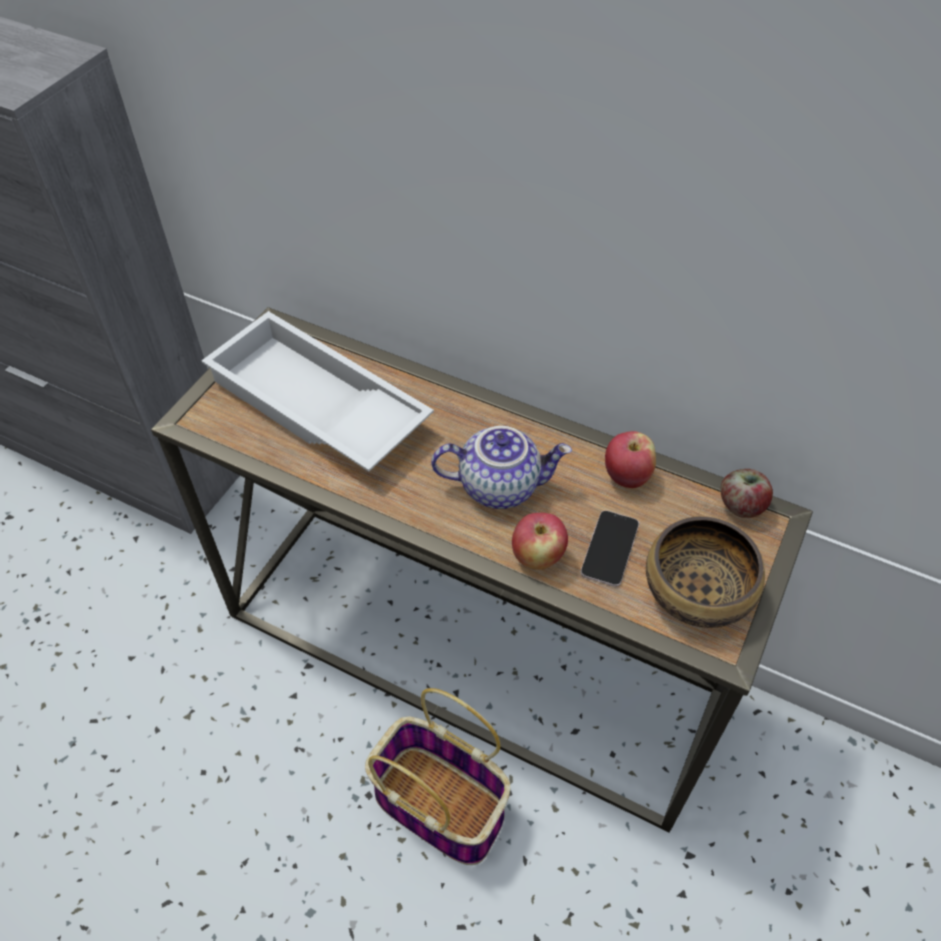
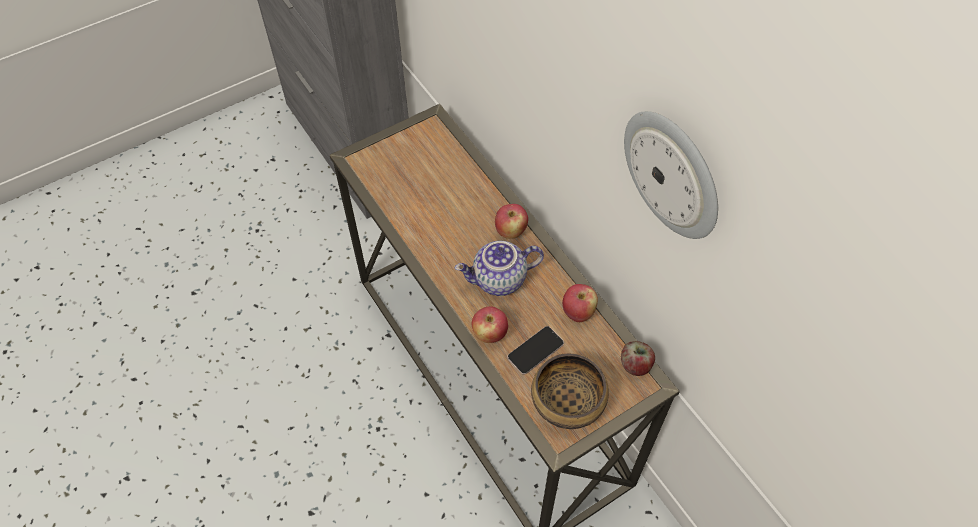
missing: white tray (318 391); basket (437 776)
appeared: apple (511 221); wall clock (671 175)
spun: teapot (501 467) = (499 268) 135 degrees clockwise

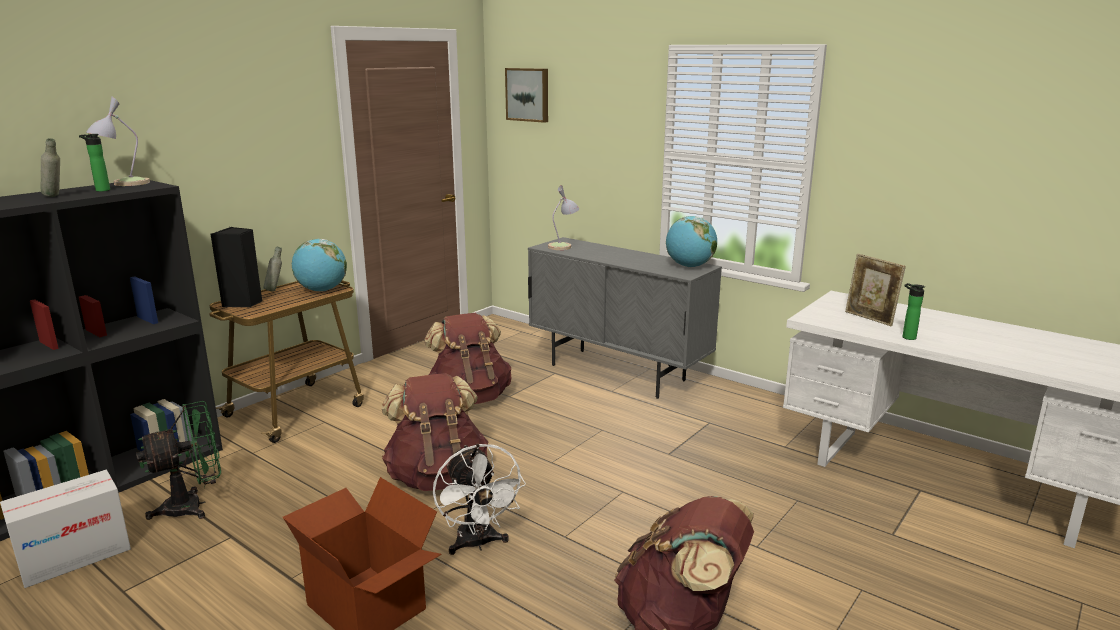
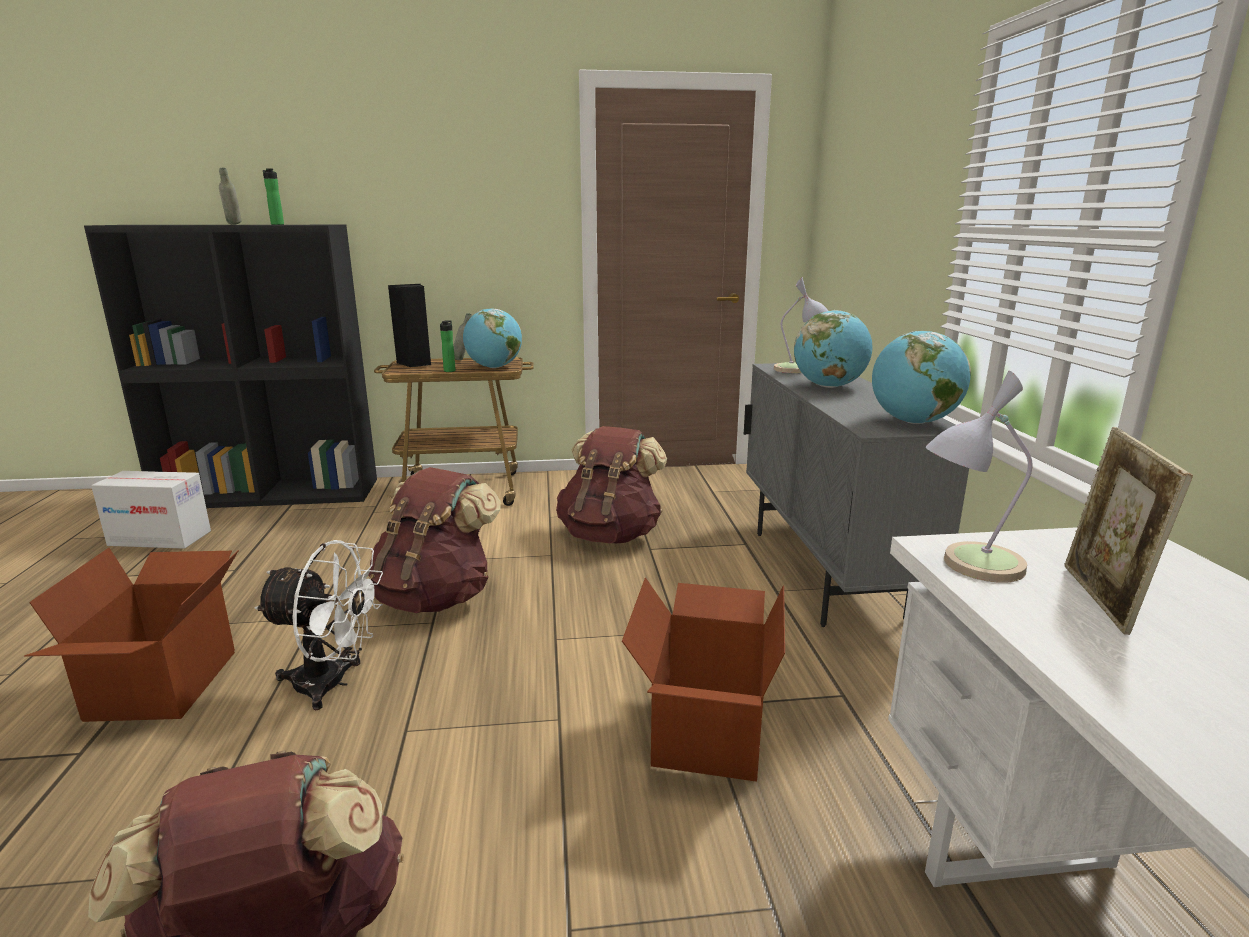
missing: green fan (178 460); picture (526 95)
appeared: cardboard box (703 680); globe (833 349)
relocated: bottle (913 311) to (448 346); table lamp (118 141) to (979 477)
spun: white fan (479 499) = (318 625) 105 degrees counterclockwise

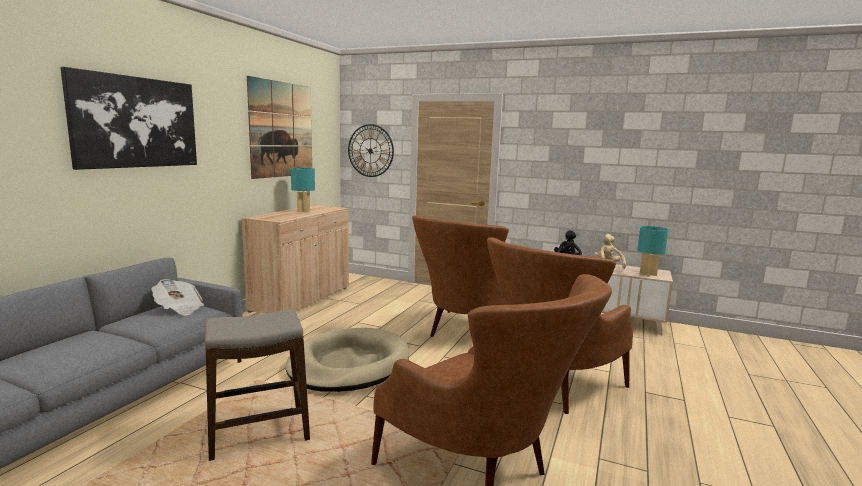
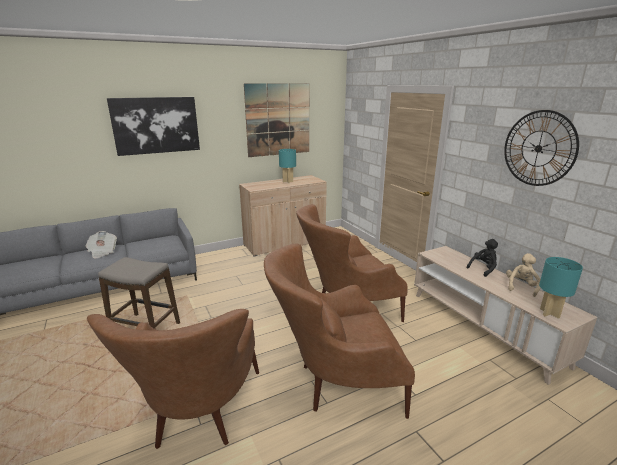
missing: beige dog bed (347 360)
relocated: newspaper (177 297) to (101 244); wall clock (371 150) to (541 148)

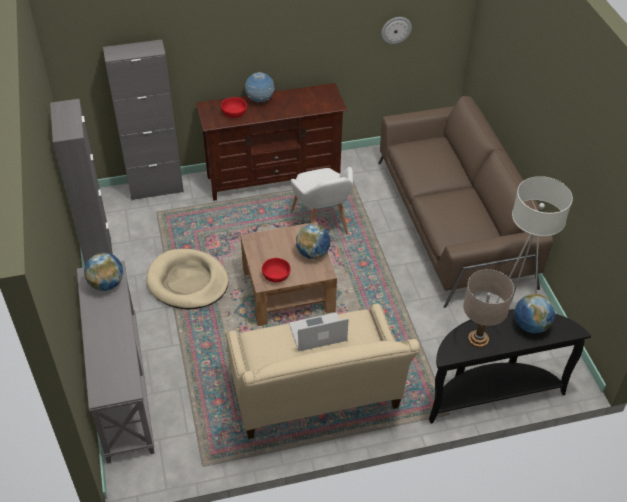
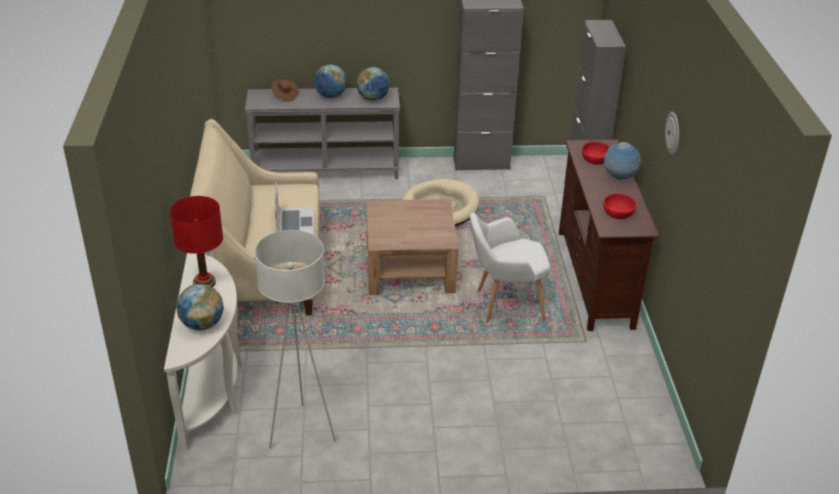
missing: brown sofa (465 202)
appeared: brown hat (284 90)
relocated: globe (313 241) to (330 81); red bowl (276 270) to (620 206); wall clock (396 30) to (672 133)
colour: black console table (510 366) to white console table (203 352); beige table lamp (488 308) to red table lamp (196 241)

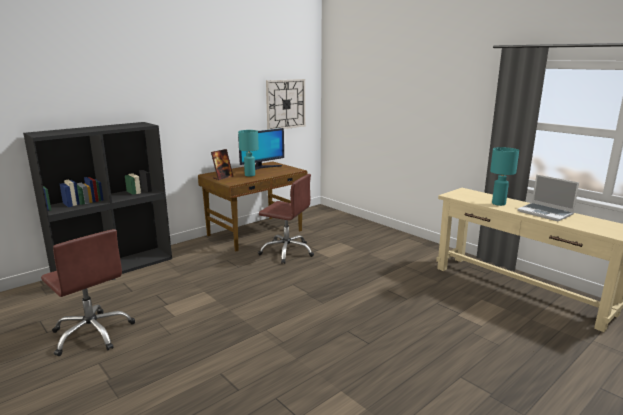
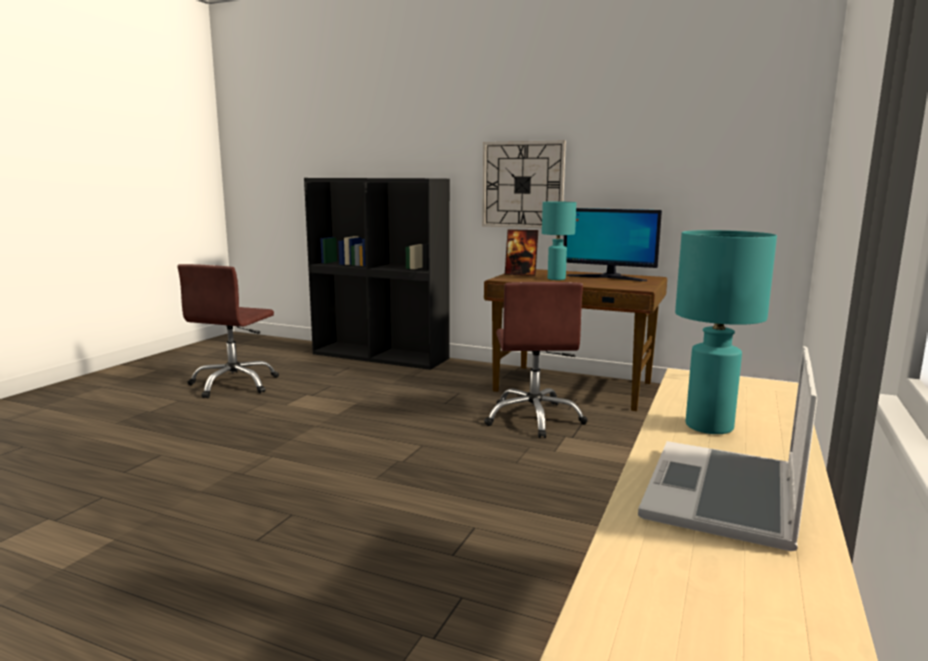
relocated: wall clock (285 104) to (524 184)

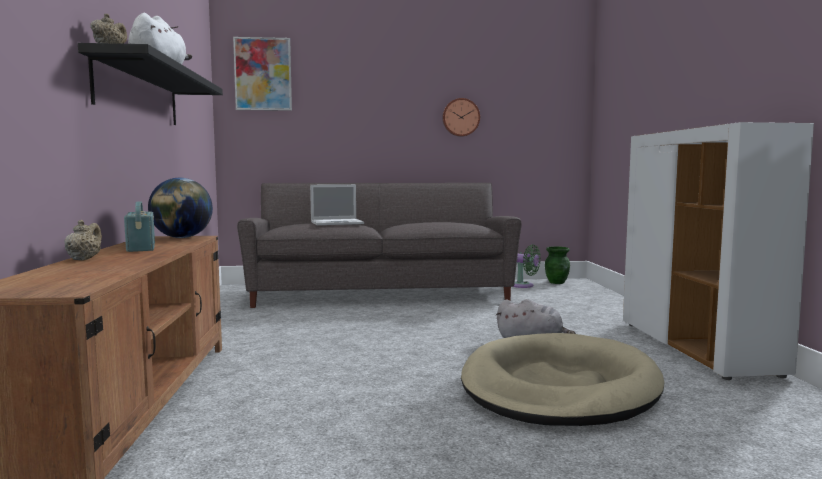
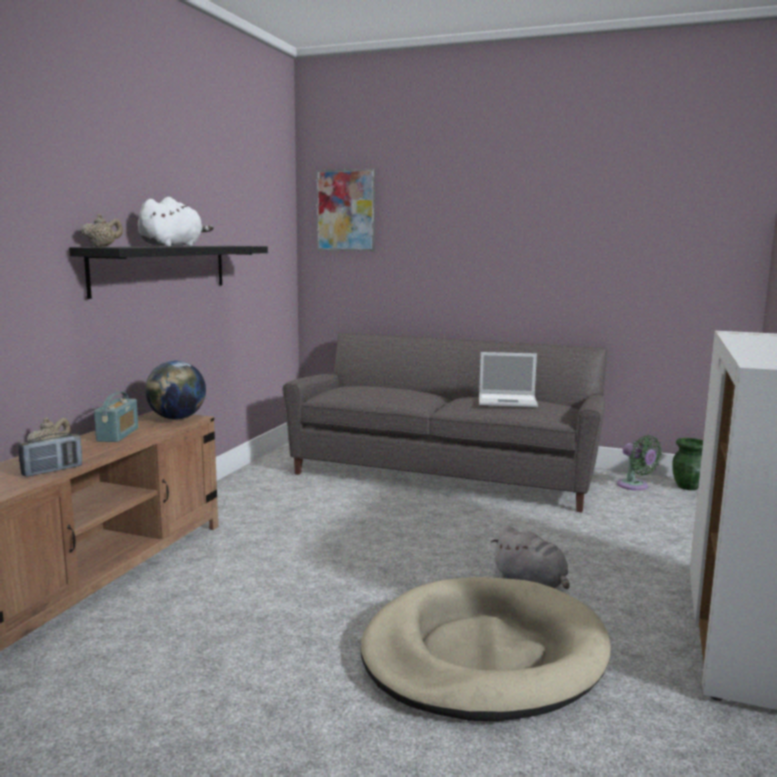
missing: wall clock (461 117)
appeared: radio (50 455)
relocated: laptop (337 204) to (508 379)

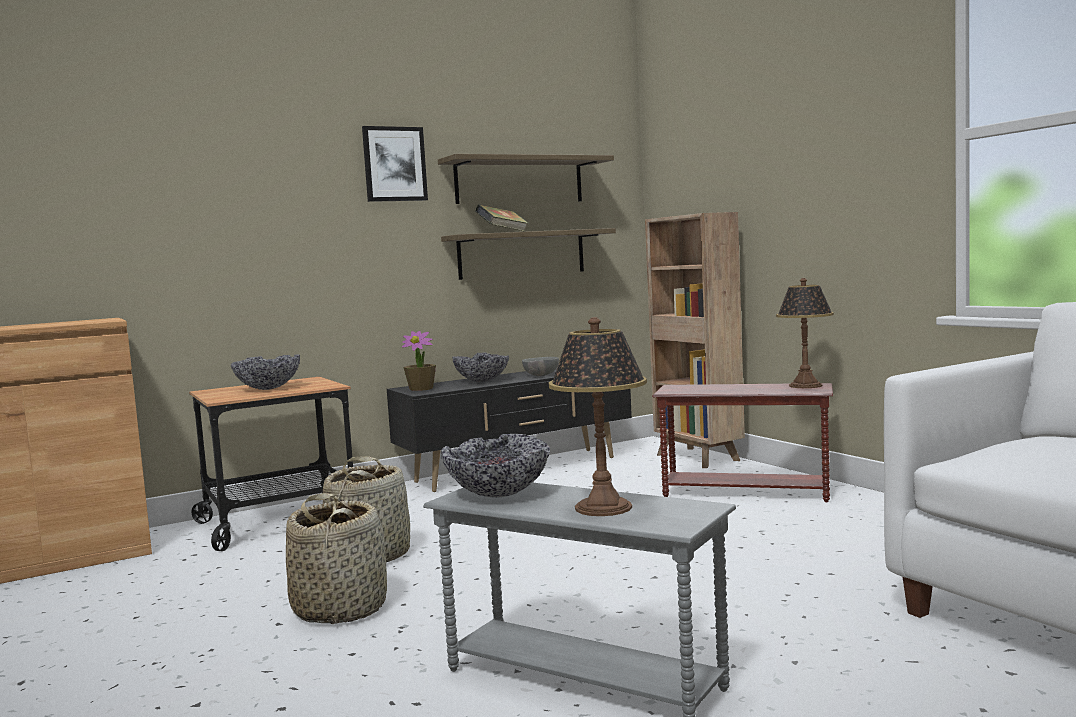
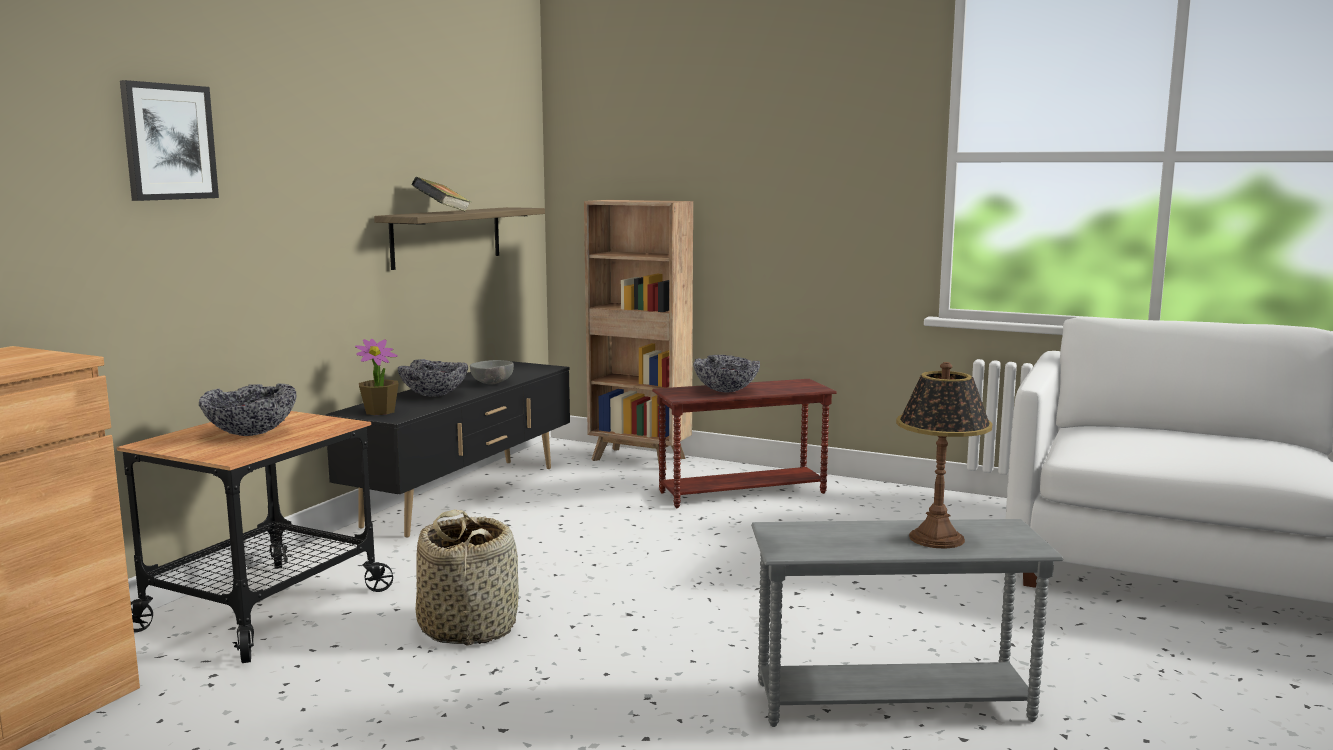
missing: basket (336 558); shelf (526 179); table lamp (805 333)
relocated: picture (395 164) to (169 140); bowl (495 465) to (726 374)

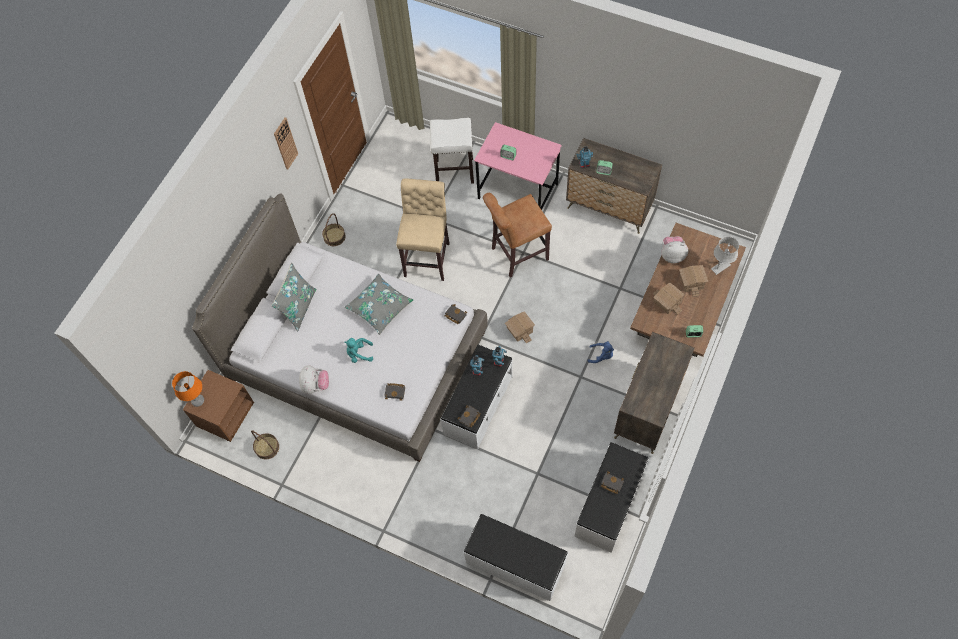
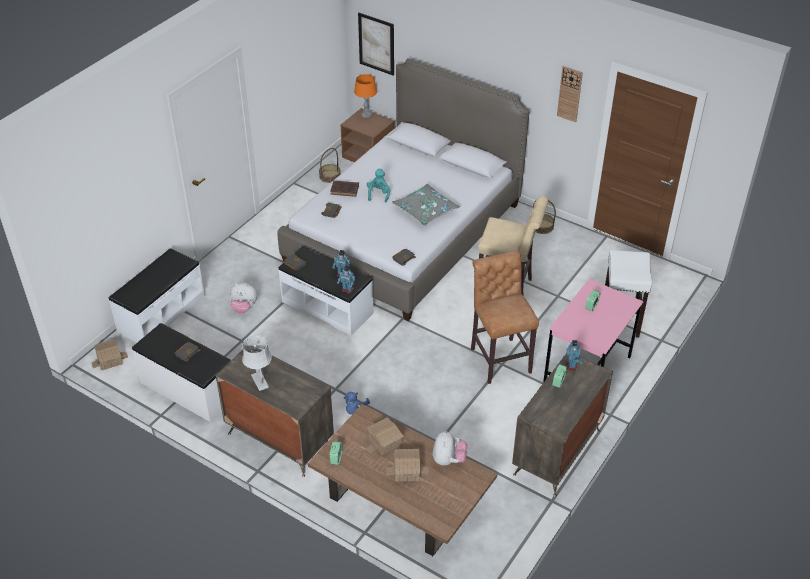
missing: grey pillow (293 297)
appeared: brown book (344 189); picture (376 44)
relocated: toy house (520 327) to (110 354); plush toy (314 379) to (243 298); grey table lamp (725 255) to (257 363)

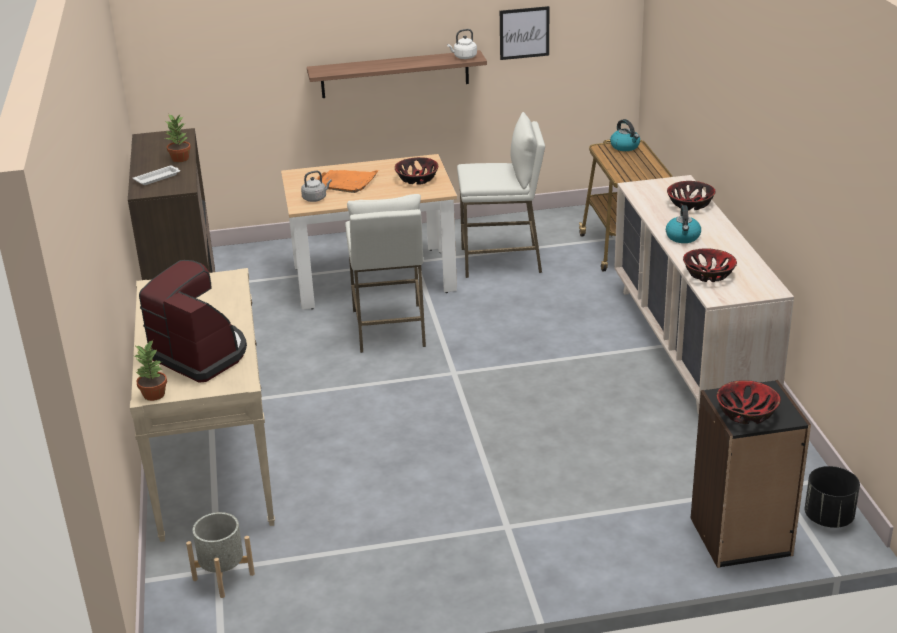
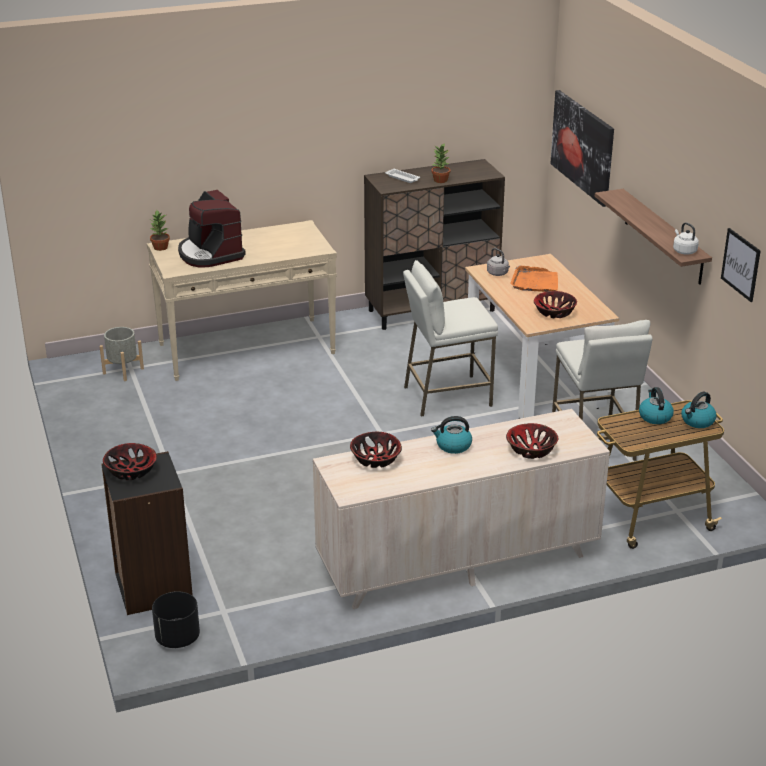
appeared: picture (582 148); kettle (656 405)
spun: coffee machine (193 321) = (212 229) 120 degrees clockwise

